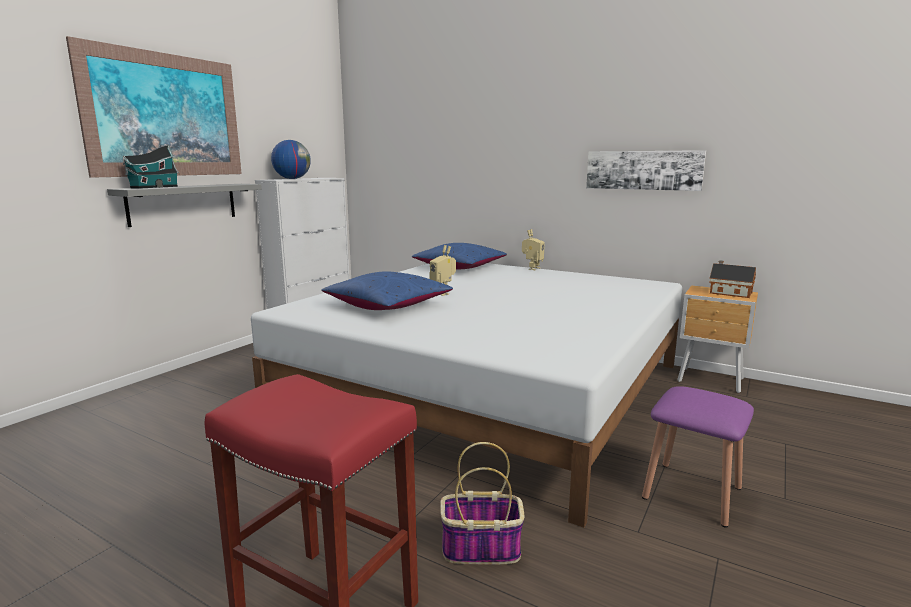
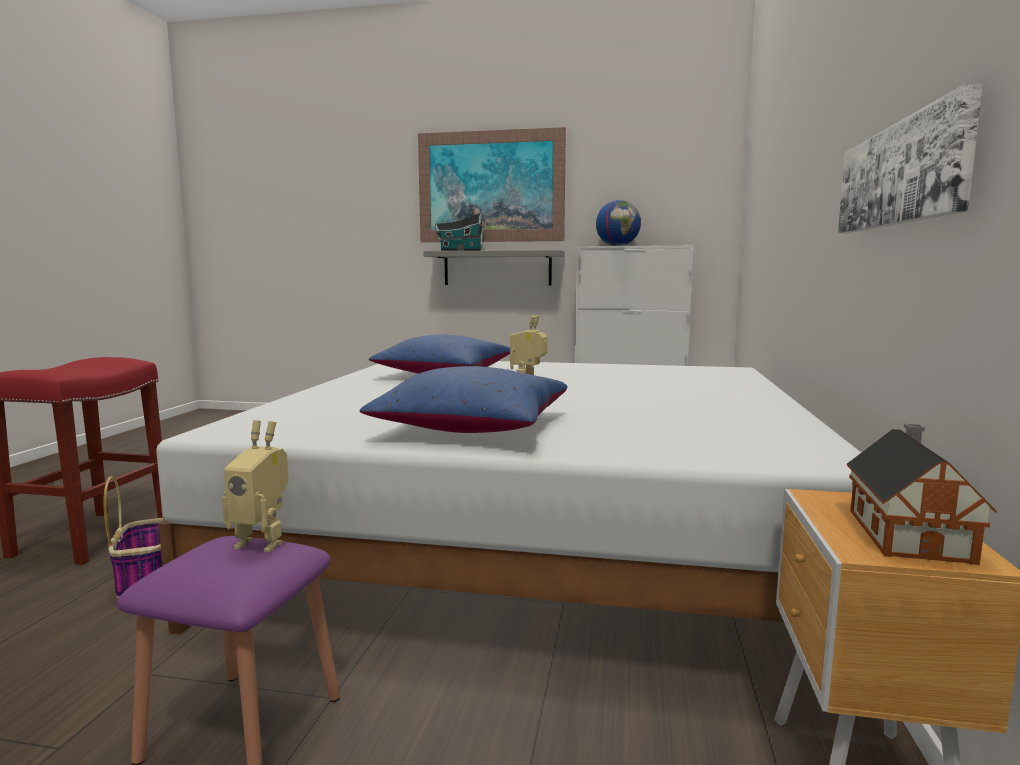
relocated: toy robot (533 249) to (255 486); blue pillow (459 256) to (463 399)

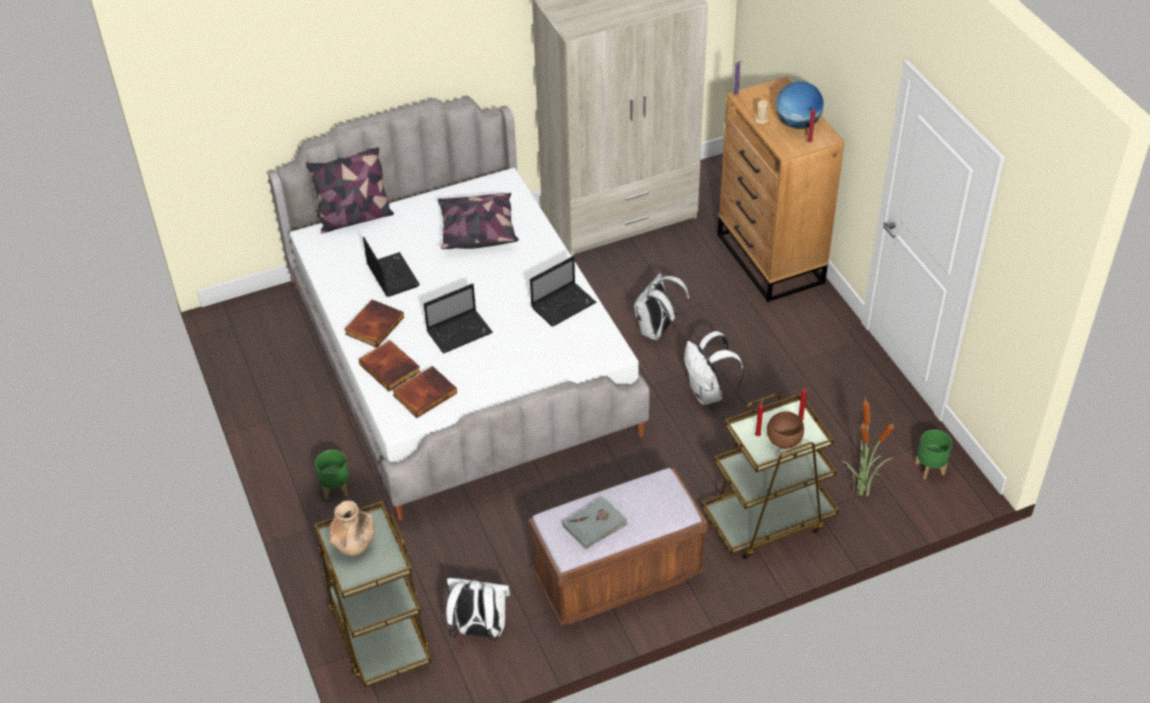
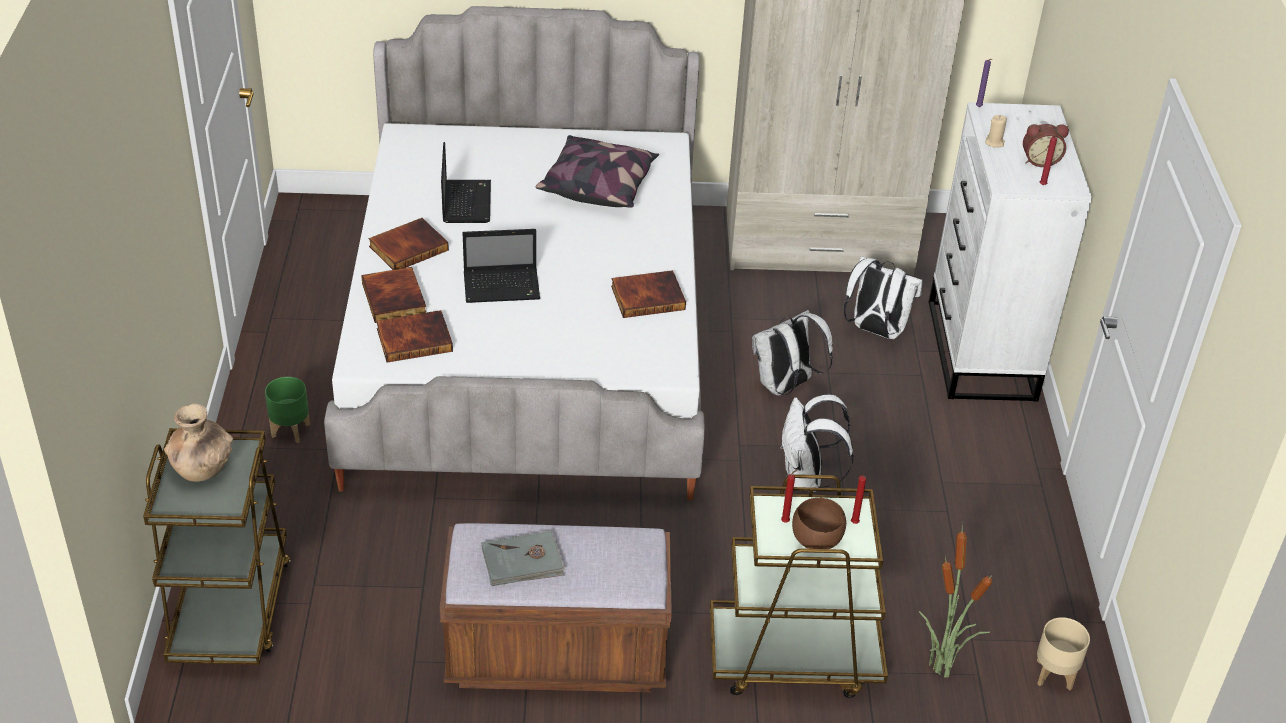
missing: pillow (350 190)
relocated: white backpack (478 609) to (883 297)
exchanged: laptop (563 291) to book (648 294); globe (799 105) to alarm clock (1046 145)
colour: brown dresser (781 189) to white dresser (1010 252); green planter (933 455) to beige planter (1063 654)

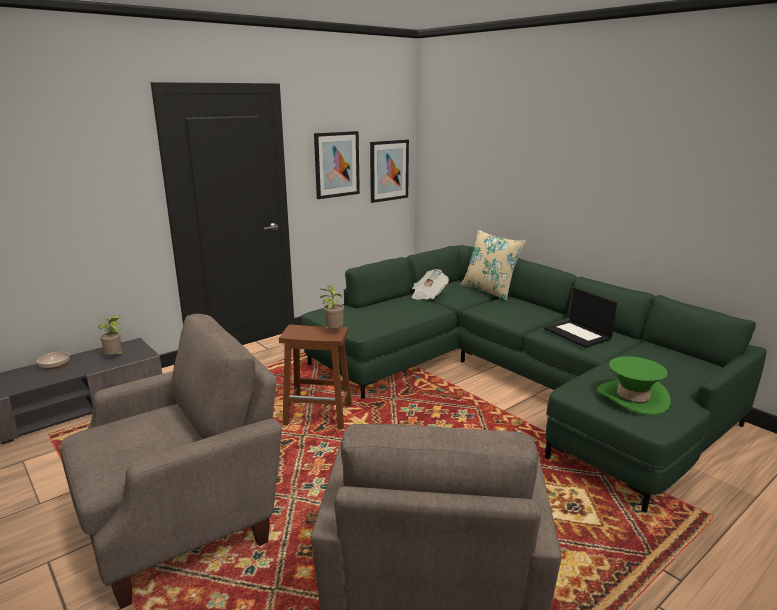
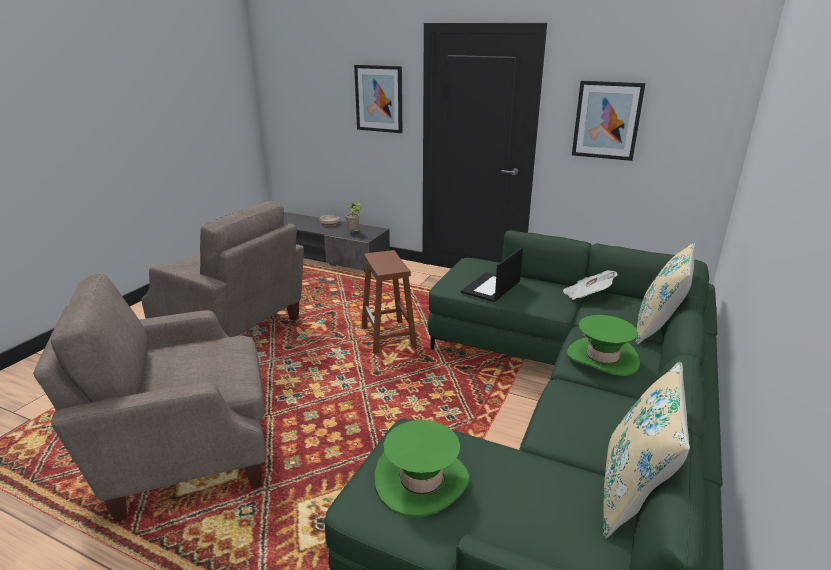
missing: potted plant (332 308)
appeared: green hat (603 345); beige pillow (646 450)
relocated: picture (389 171) to (378 99); laptop (580 318) to (492 274)

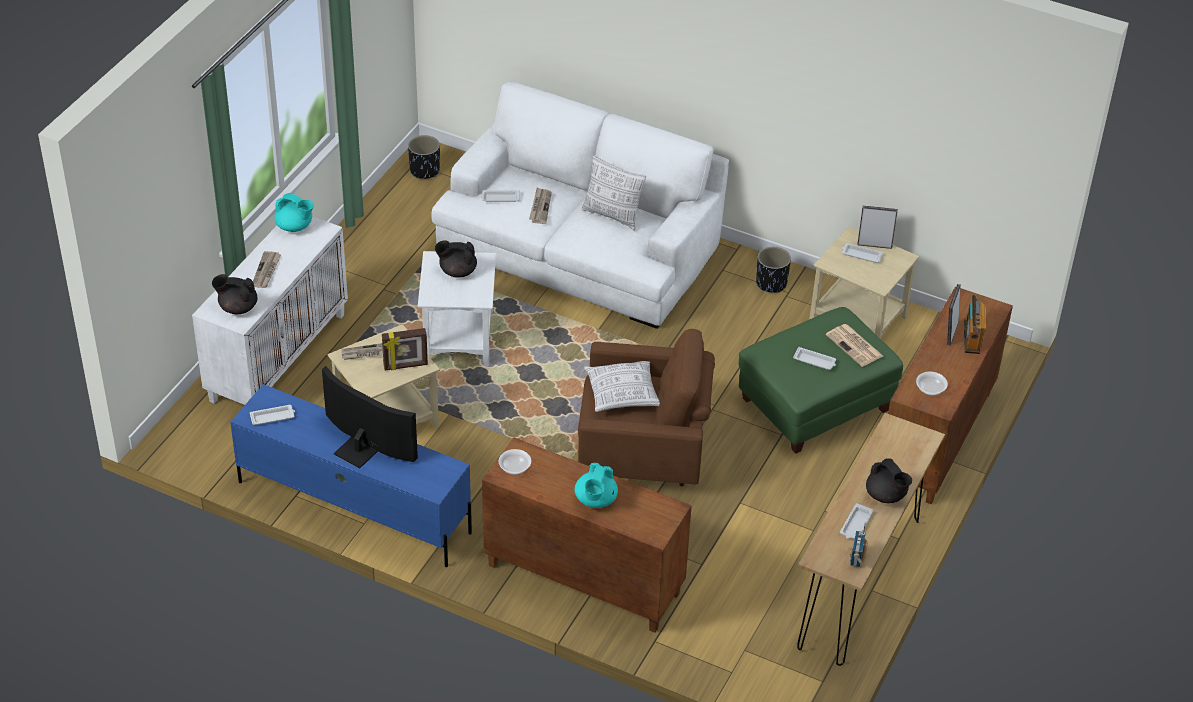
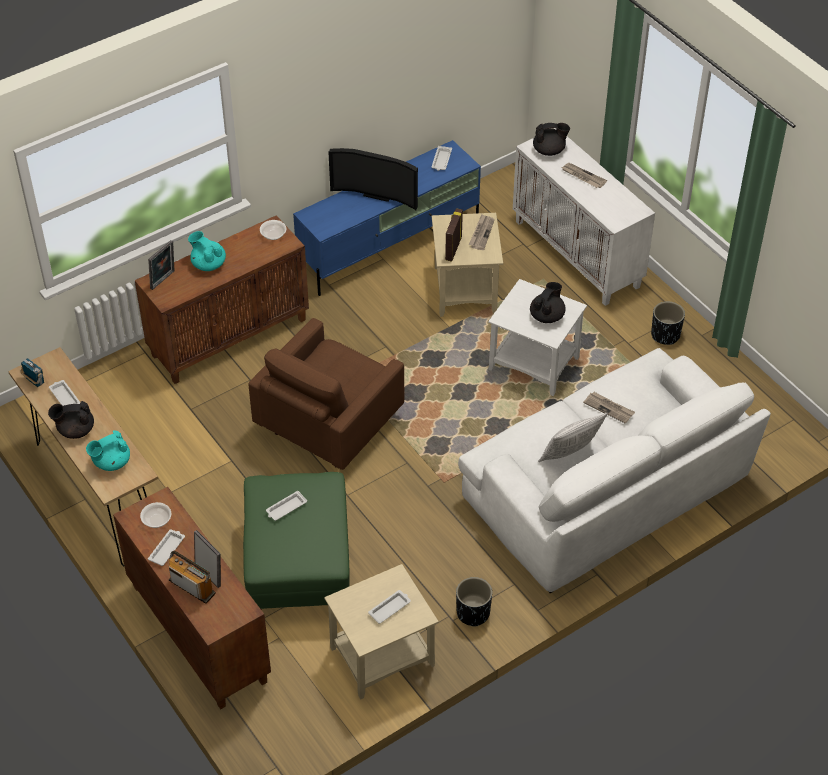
missing: pillow (622 386); newspaper (854 345)
relocated: turquoise teapot (294 212) to (108 451); picture frame (877 227) to (161 265); white tray (500 196) to (166 547); black planter (424 157) to (668 323)
spun: television (370 417) = (373 179) 45 degrees clockwise; black teapot (234 294) = (551 139) 45 degrees clockwise

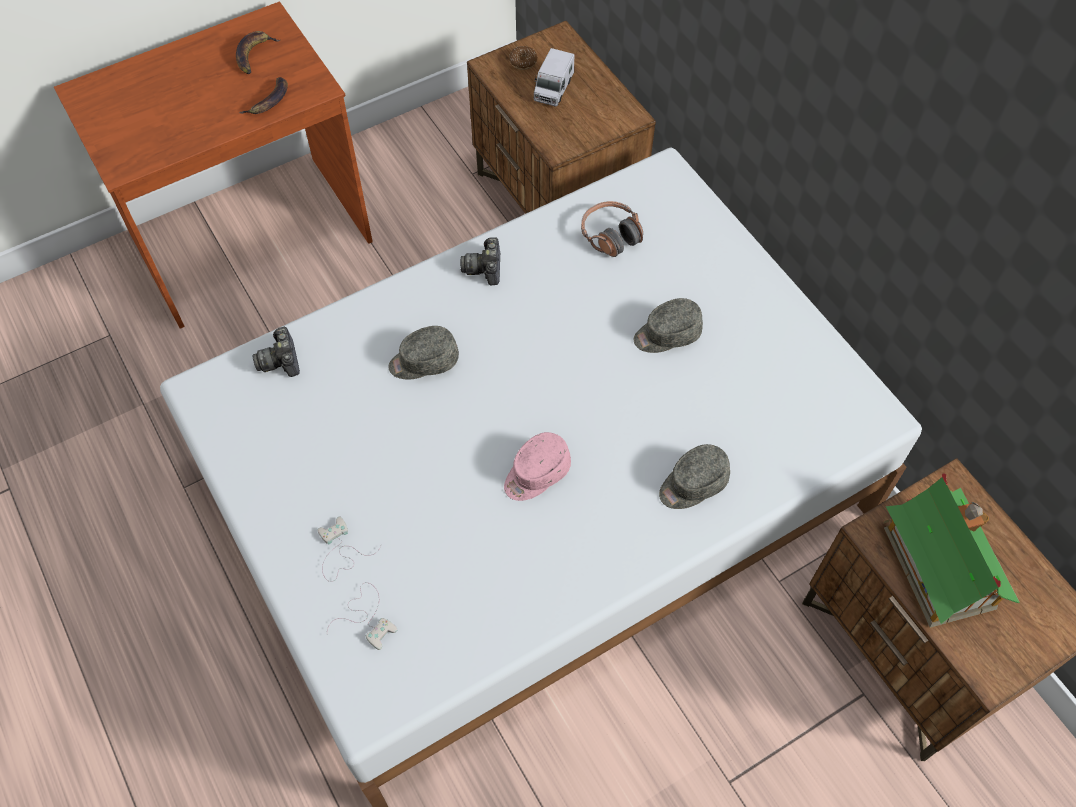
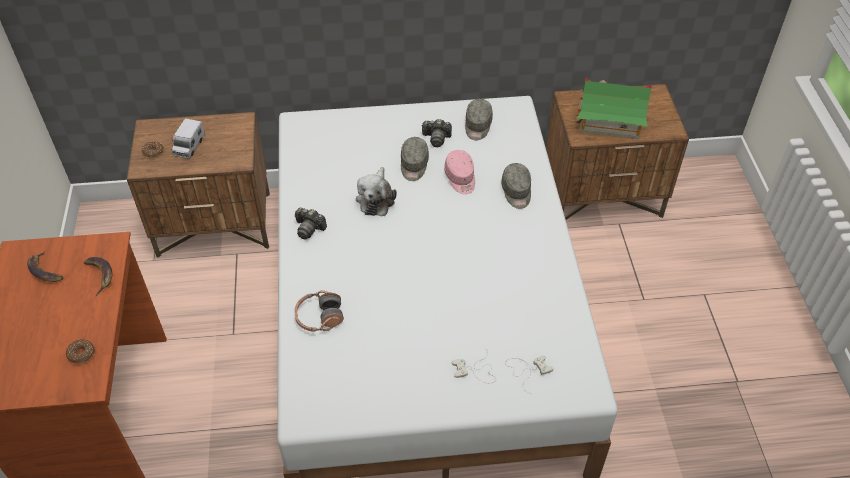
appeared: donut (80 351); plush toy (376 191)
relocated: headphones (612 229) to (319 311); photo camera (276 352) to (436 133); pink cap (537 466) to (459 172); grey cap (423 353) to (479 119)
spun: toy truck (553 77) = (188 138) 60 degrees clockwise

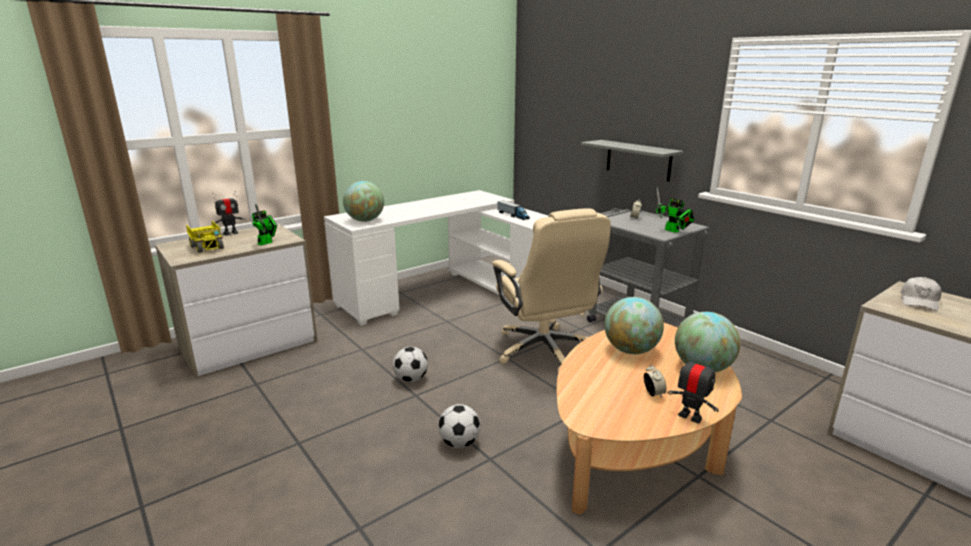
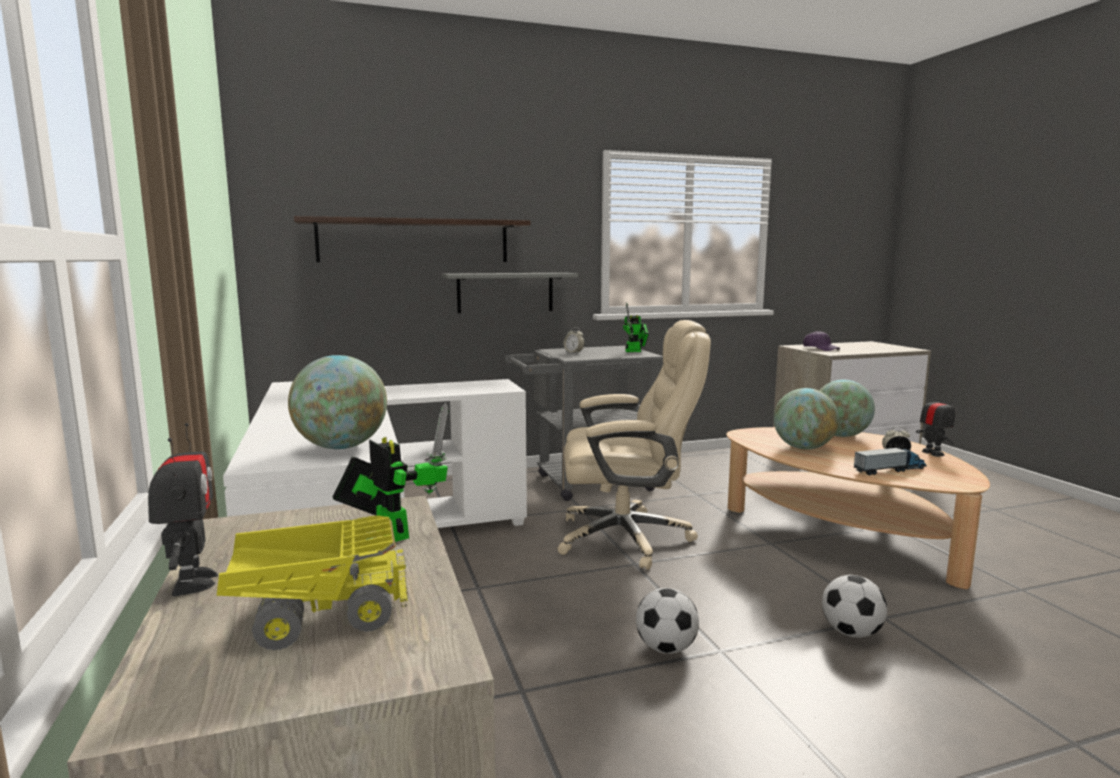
appeared: shelf (412 239)
relocated: toy truck (514 210) to (890 460)
colour: white cap (921 294) to purple cap (821 341)
spun: toy robot (693 387) = (935 424) 105 degrees clockwise

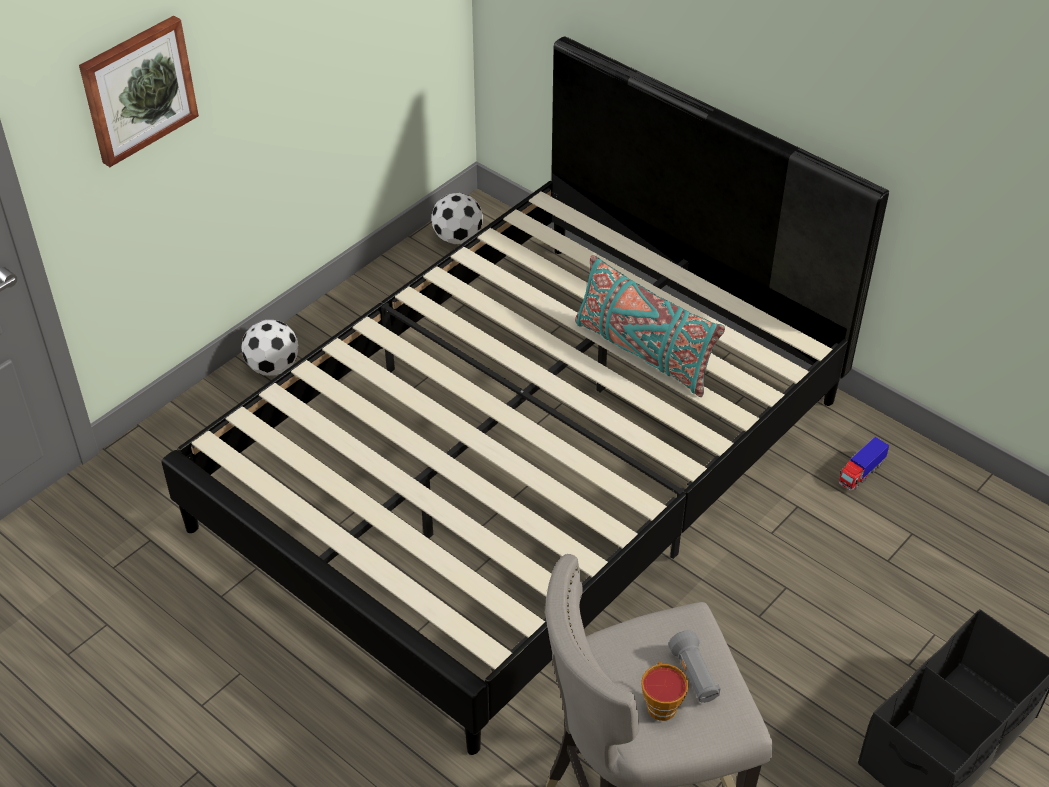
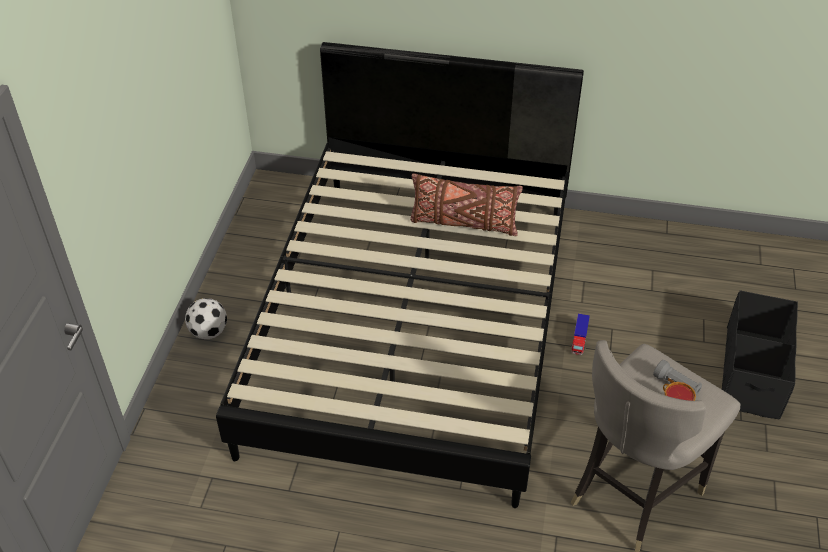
missing: picture (139 91); football (457 218)
relocated: toy truck (864 464) to (580 334)
colour: turquoise pillow (650 326) to brown pillow (466 204)

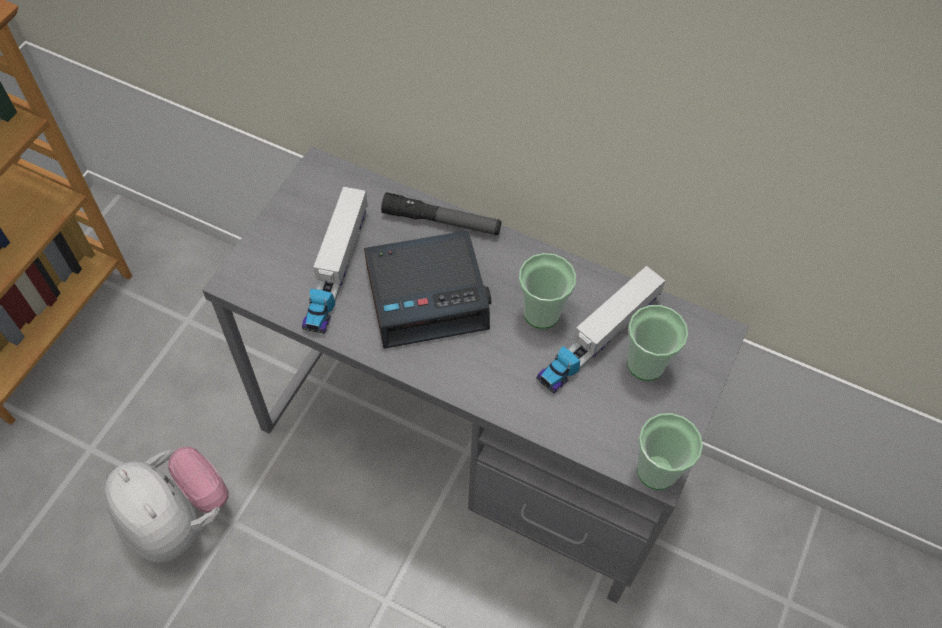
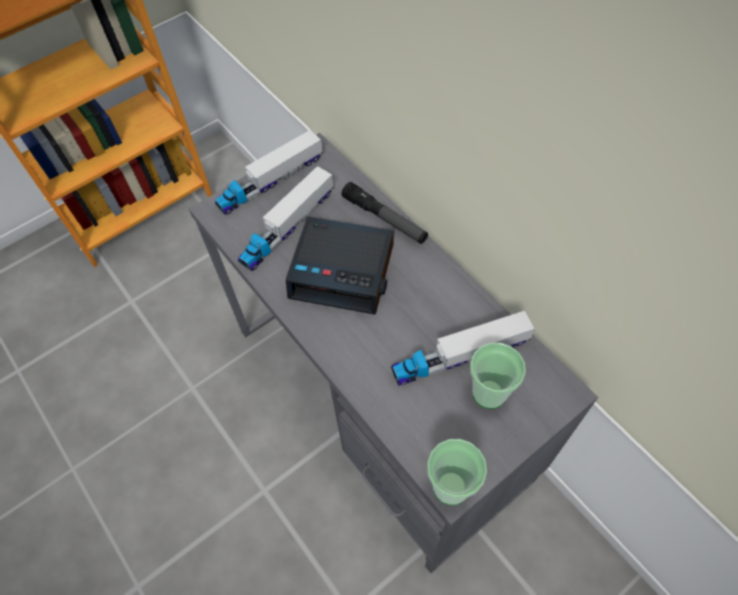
missing: plush toy (166 505); cup (547 291)
appeared: toy truck (269 172)

